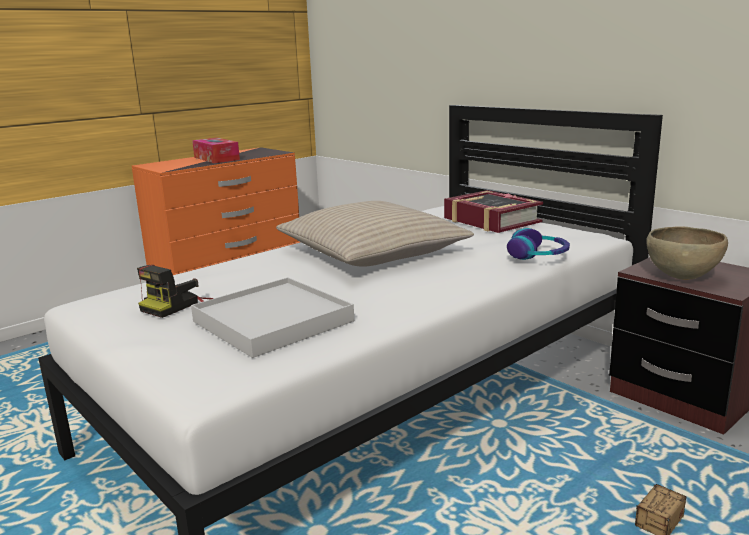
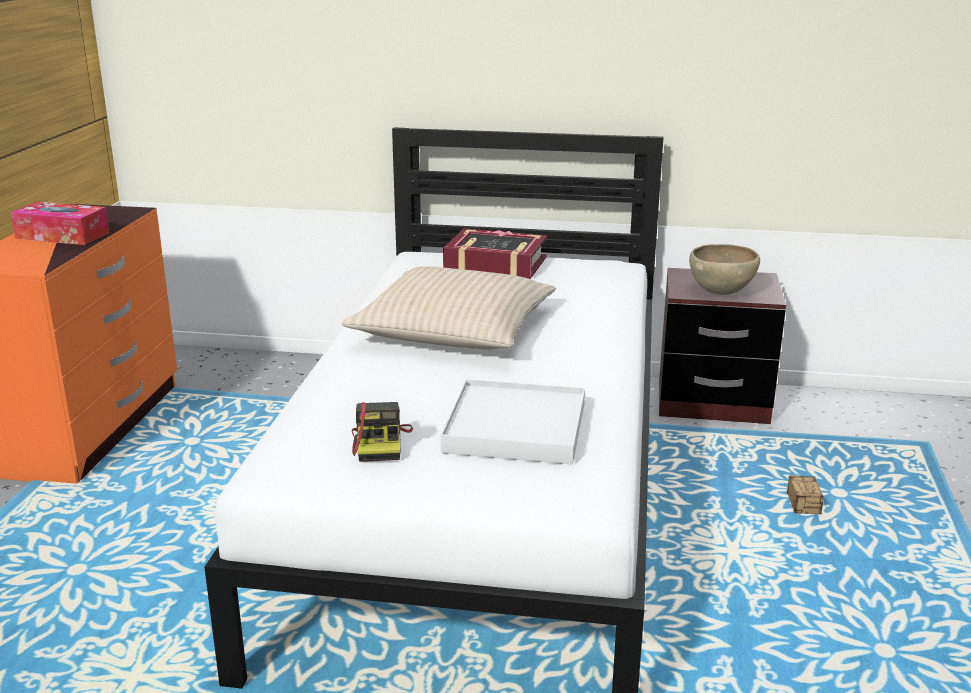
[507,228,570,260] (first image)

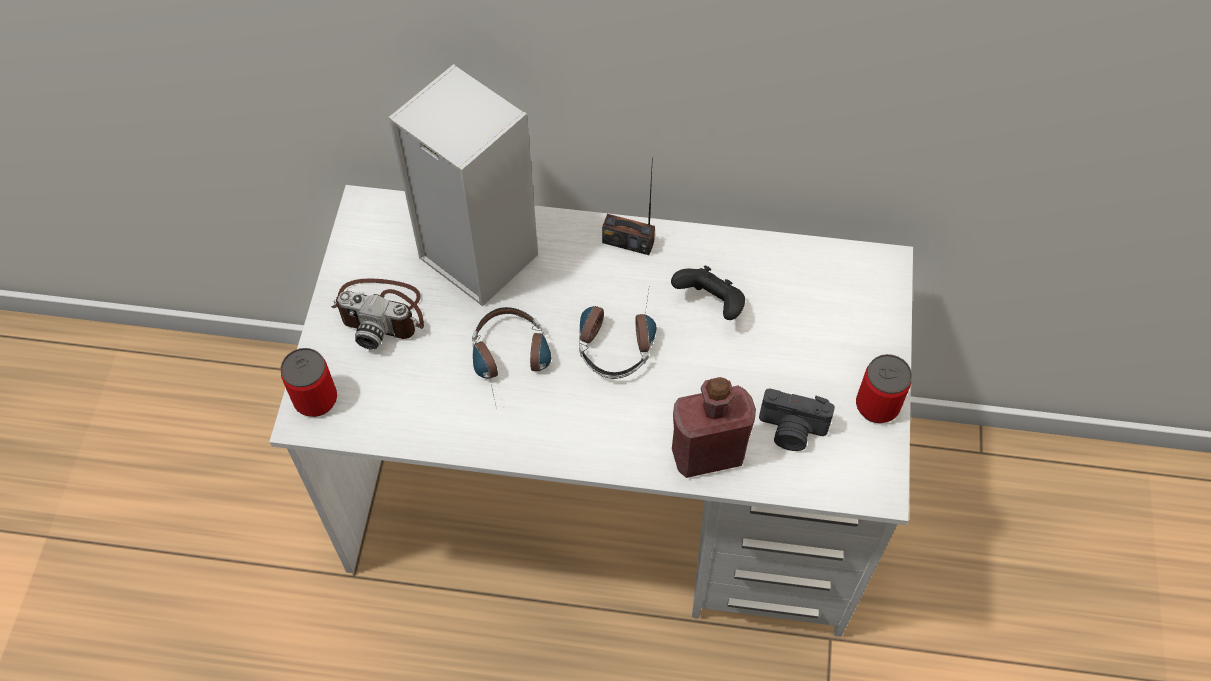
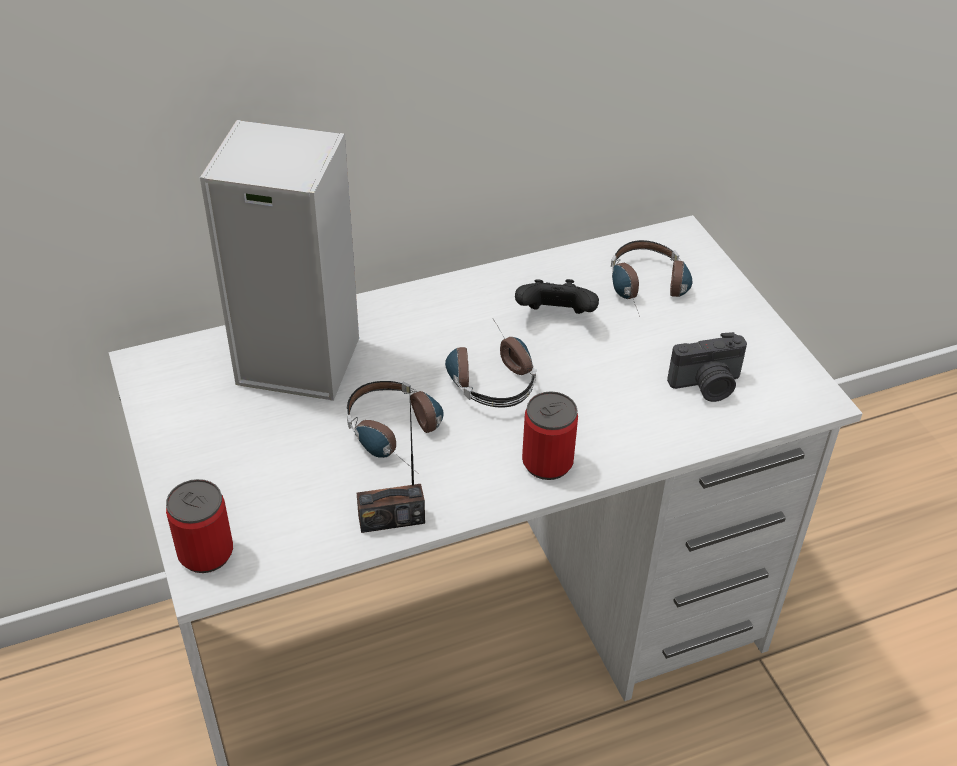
[331,278,424,350] (first image)
[357,386,425,533]
[672,377,756,478] (first image)
[522,391,578,480]
[611,240,692,317]

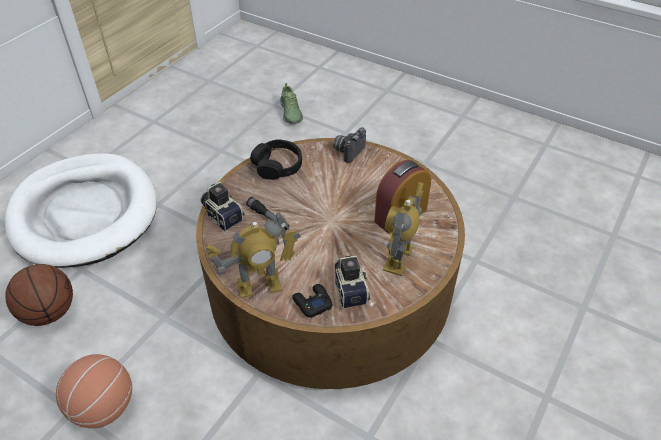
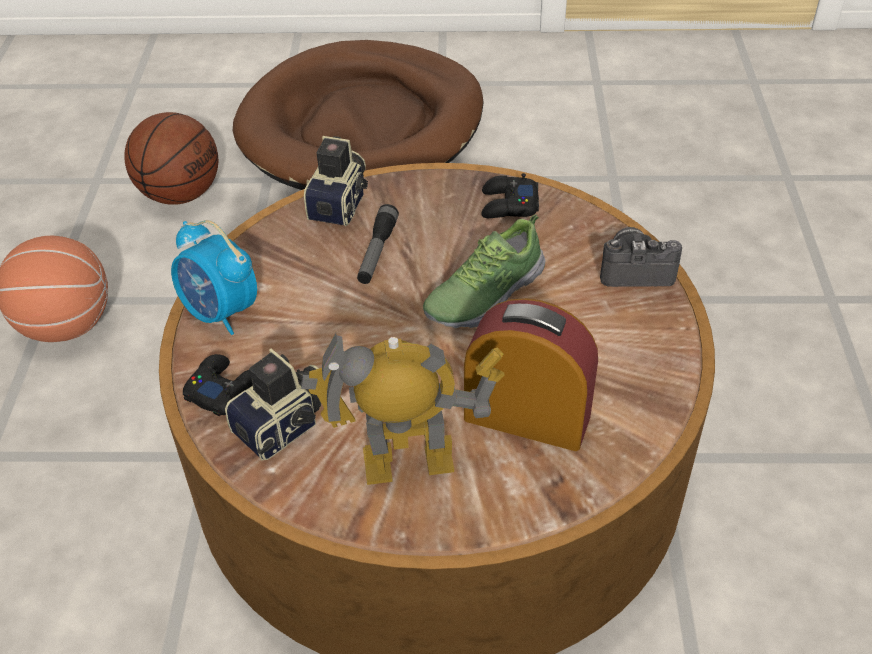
[233,40,484,190]
[171,220,257,335]
[481,173,539,218]
[423,214,545,328]

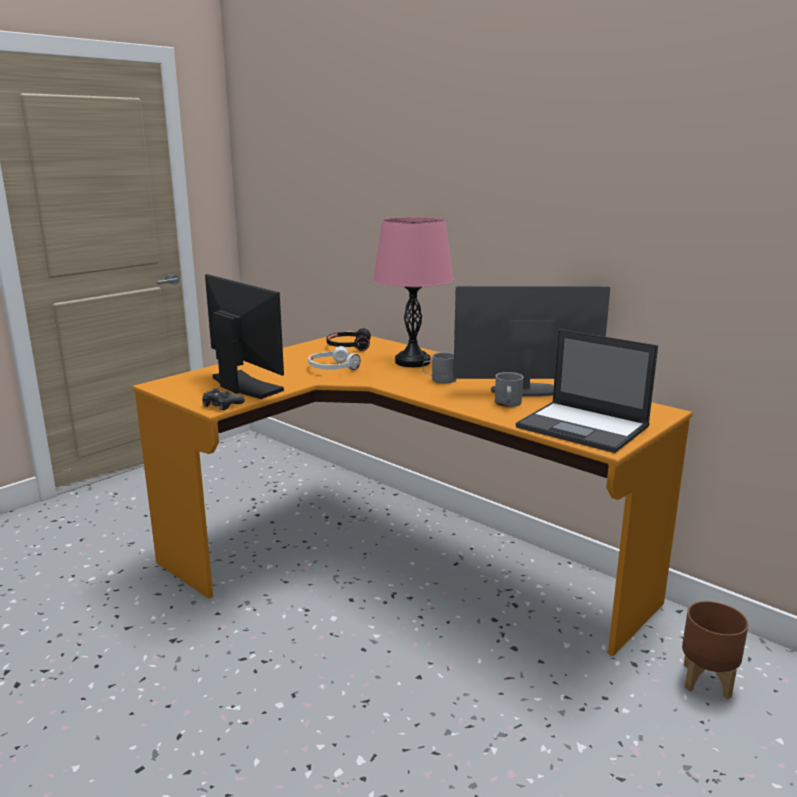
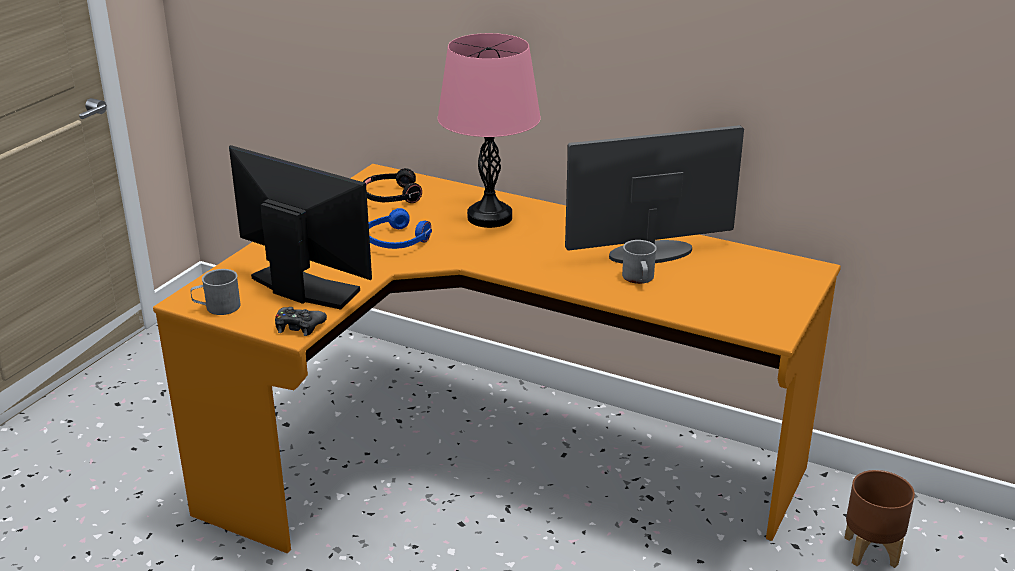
[369,208,432,249]
[191,269,240,315]
[516,329,658,453] (first image)

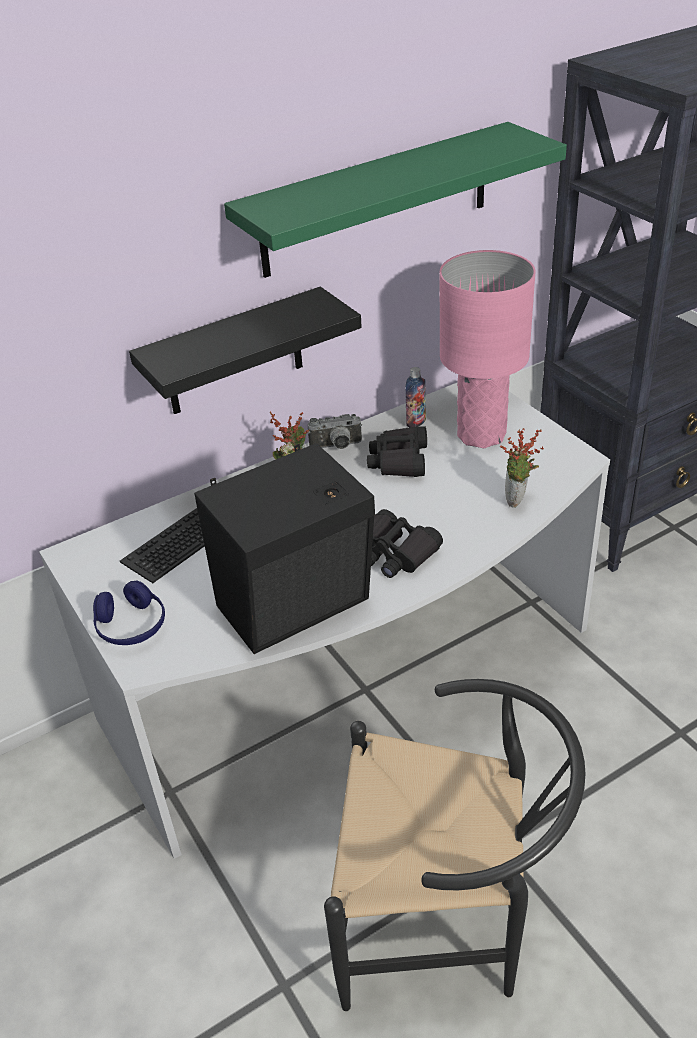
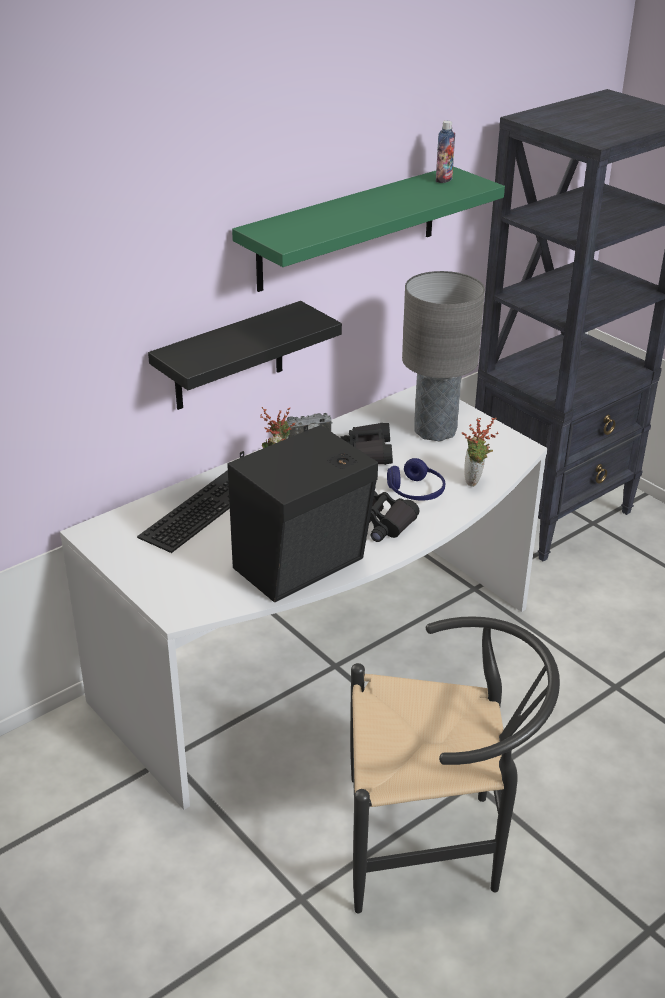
[387,458,445,500]
[436,121,455,183]
[402,271,485,442]

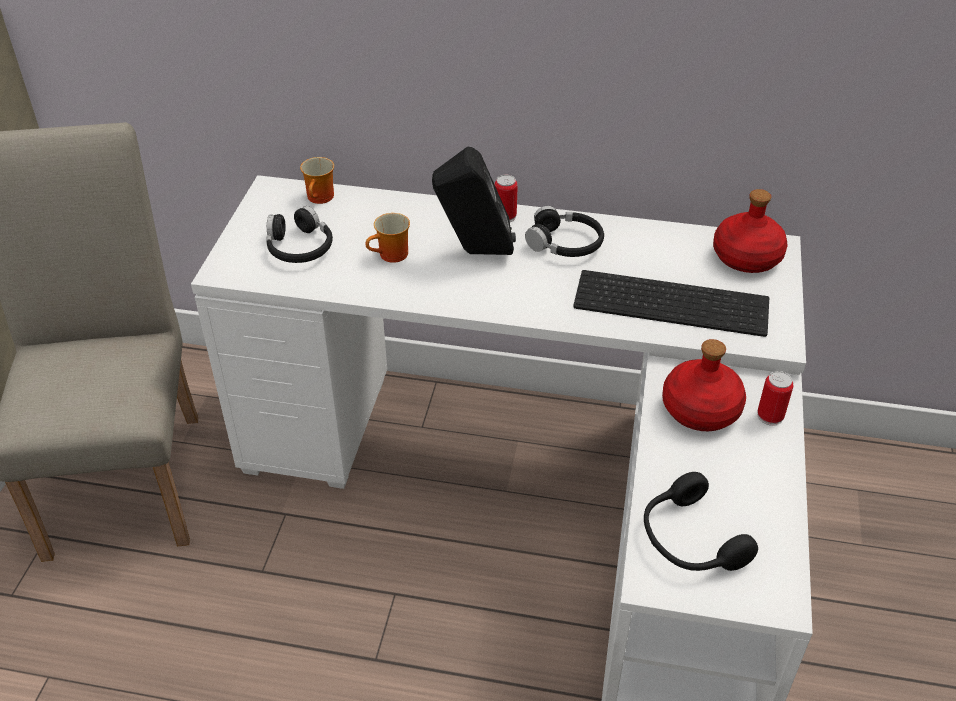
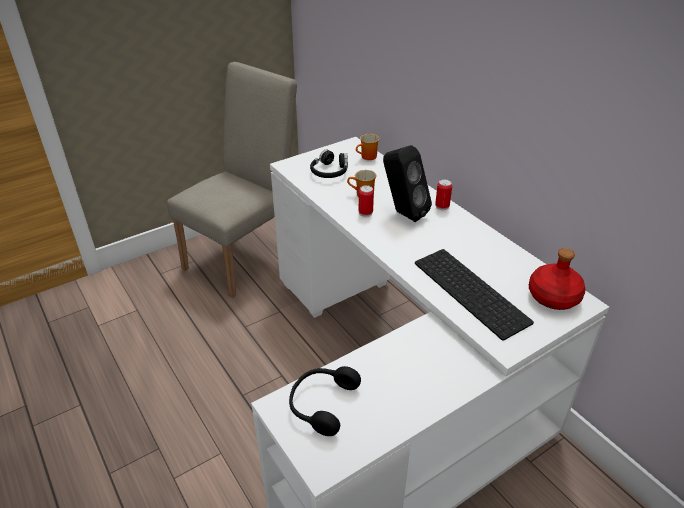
[525,206,604,257] (first image)
[662,339,746,431] (first image)
[358,185,374,217]

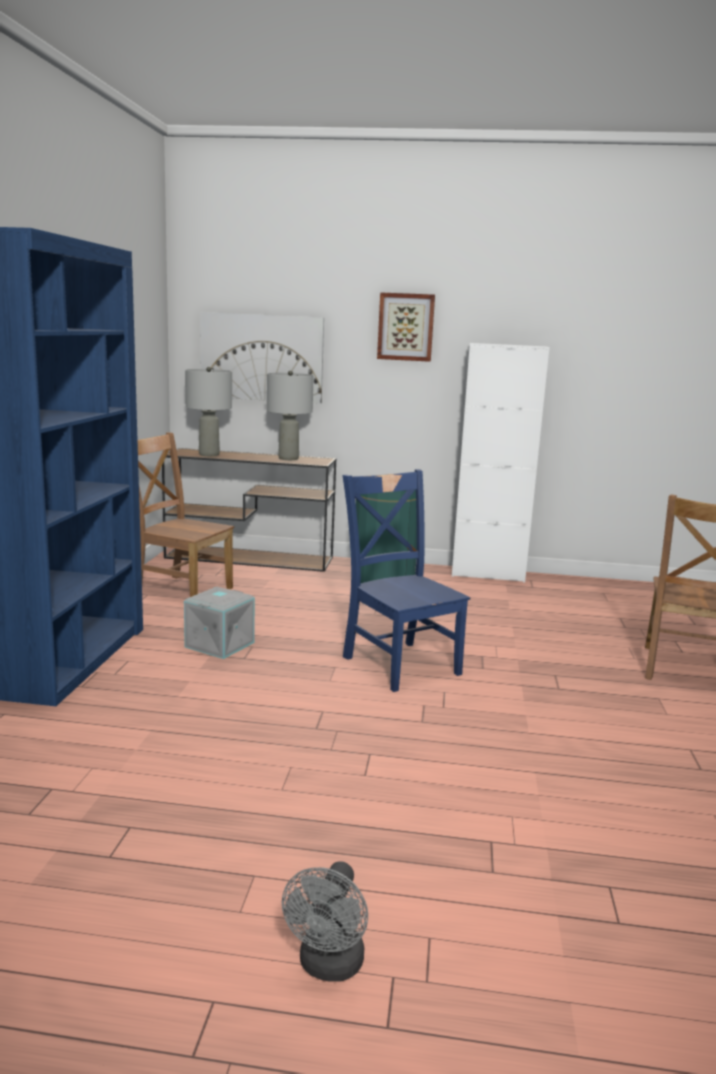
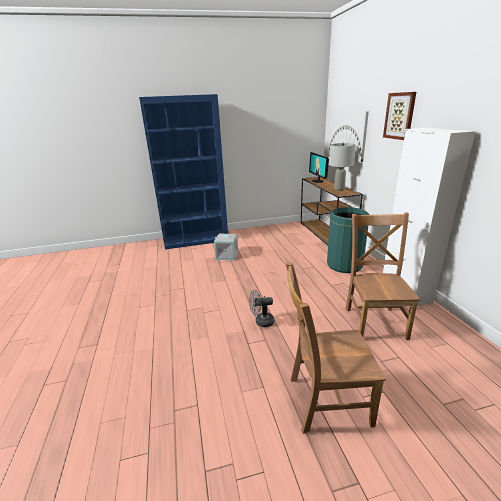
[346,212,420,340]
[309,152,329,183]
[249,290,274,327]
[343,469,470,692] (first image)

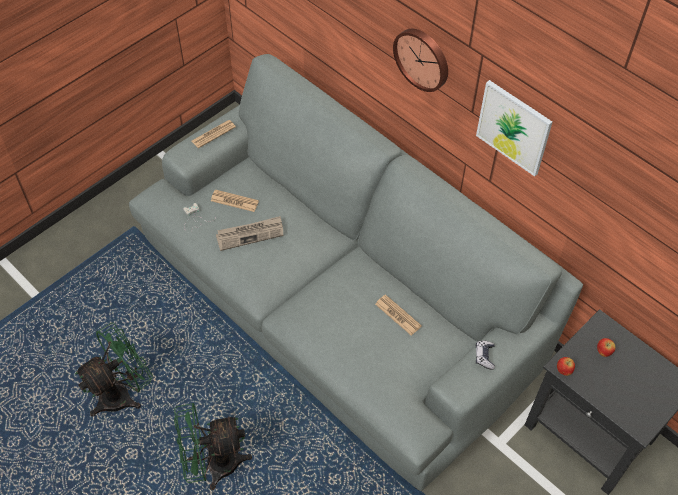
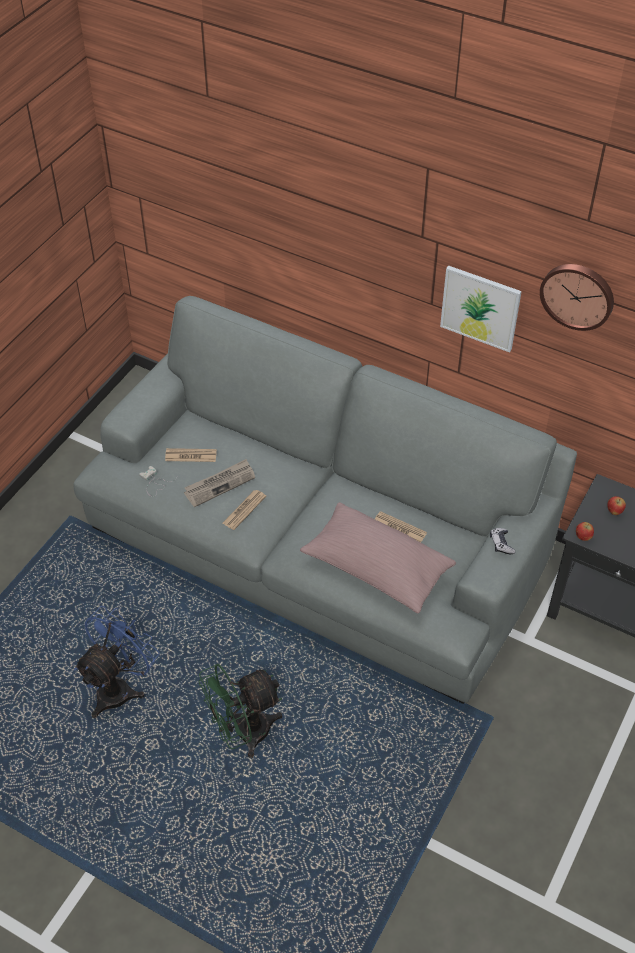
[74,606,159,718]
[222,490,266,530]
[540,264,614,331]
[300,502,456,613]

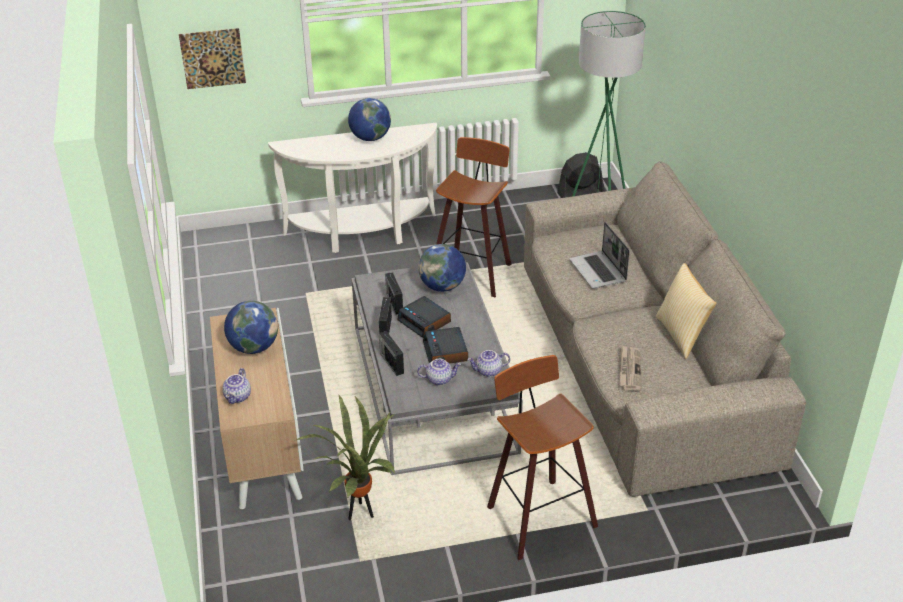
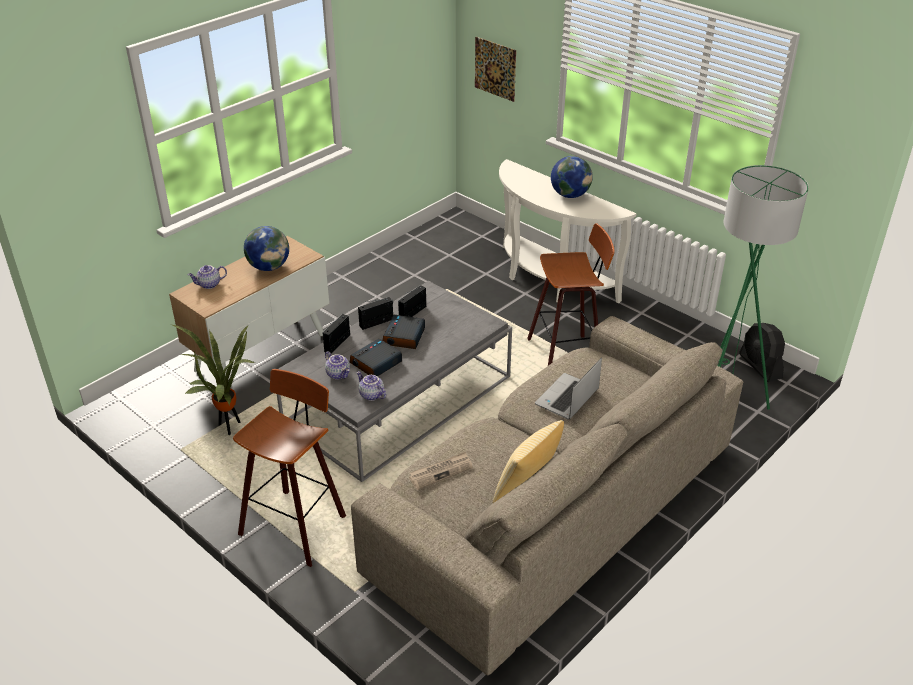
[418,244,466,292] (first image)
[739,323,785,382]

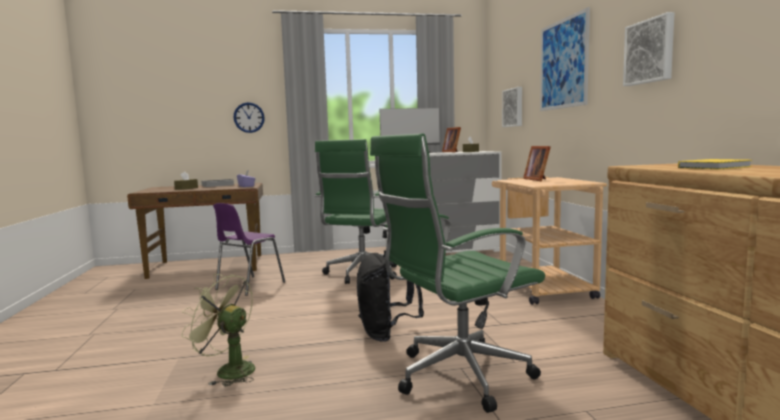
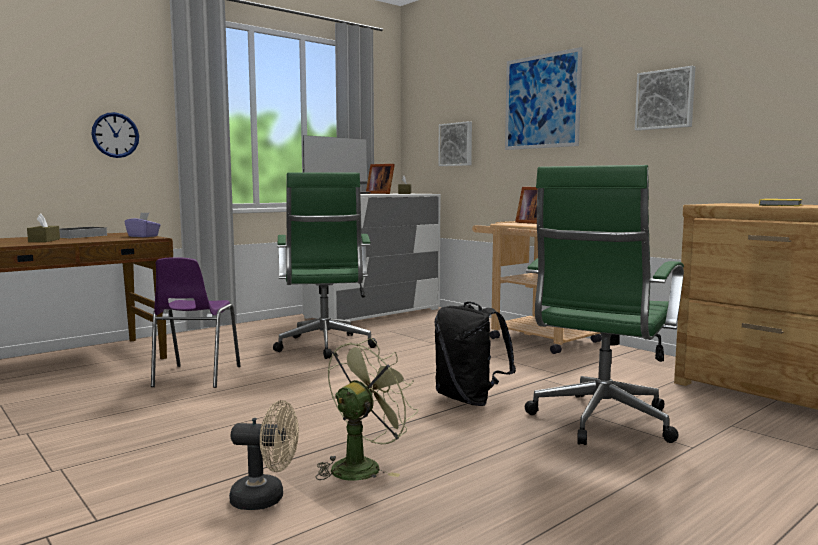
[316,338,418,481]
[229,400,299,510]

